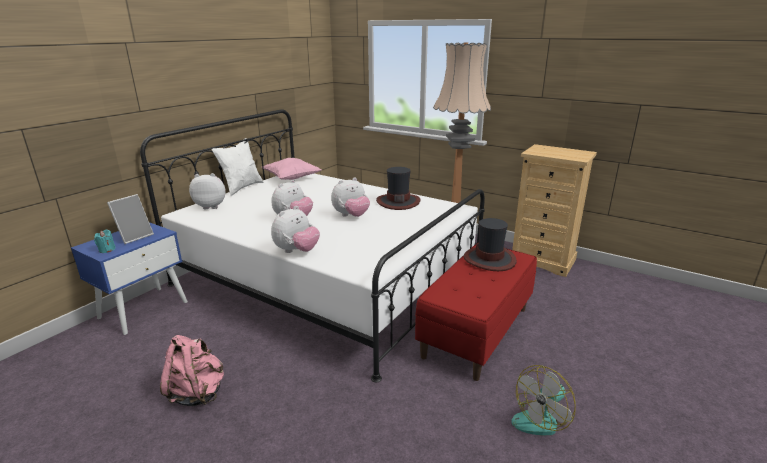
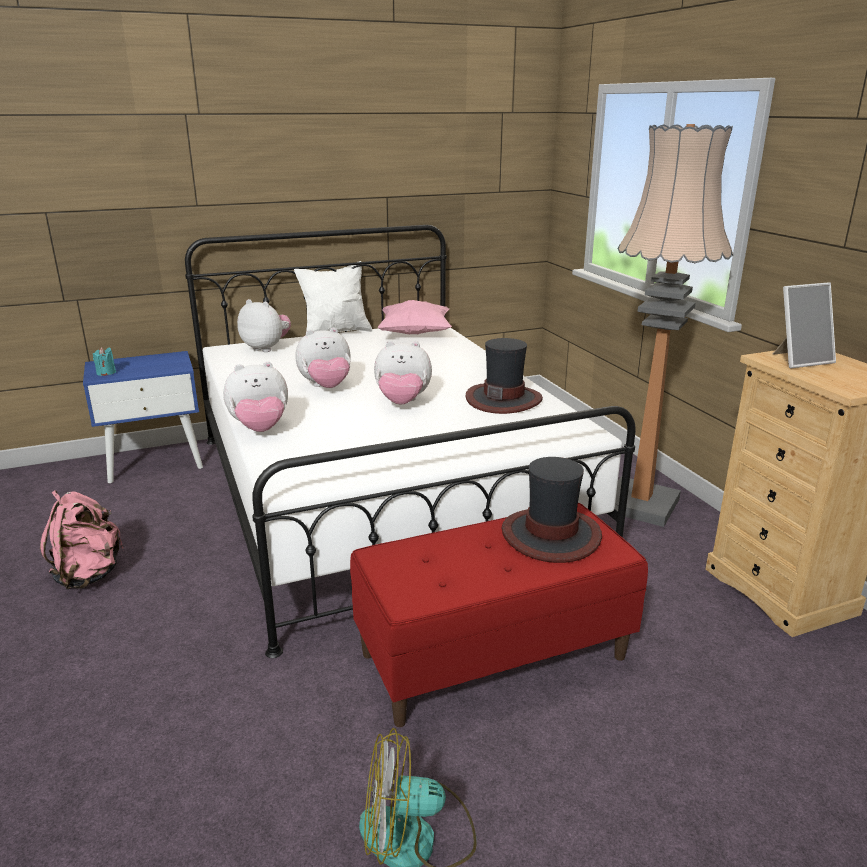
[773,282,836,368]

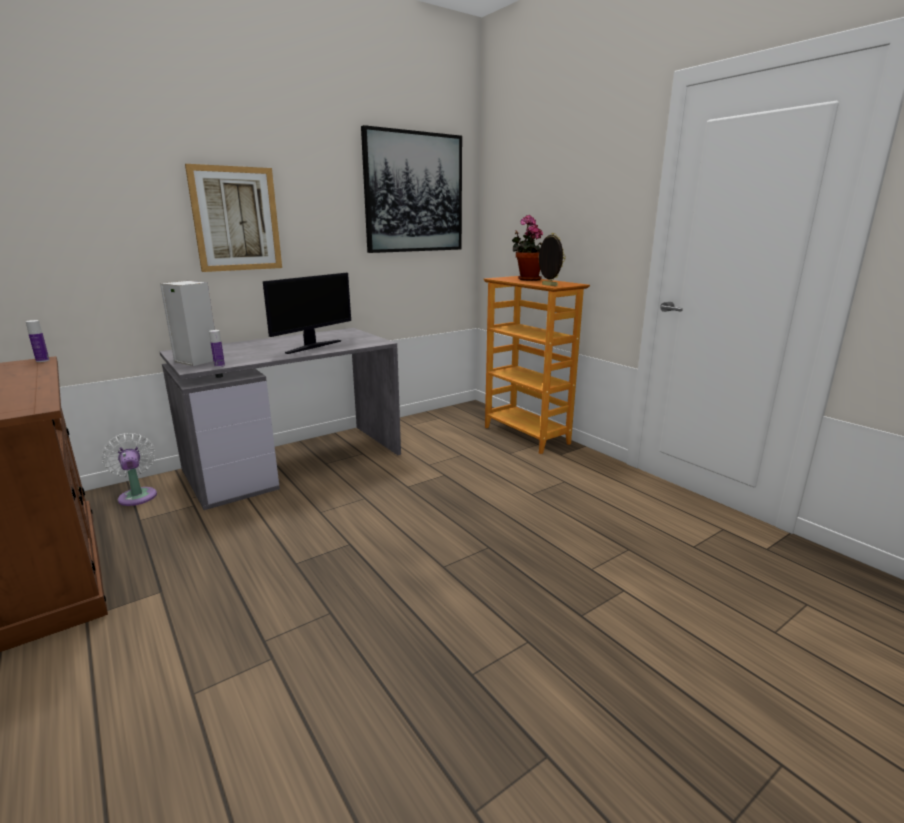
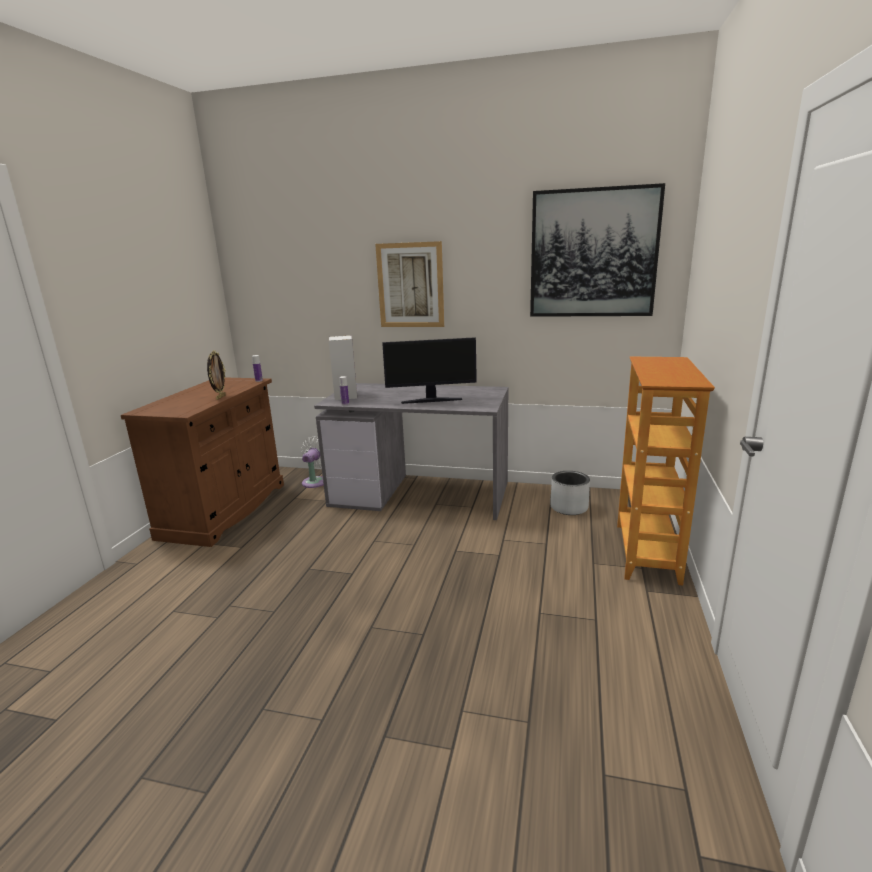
[512,215,543,281] (first image)
[207,350,226,400]
[550,471,590,515]

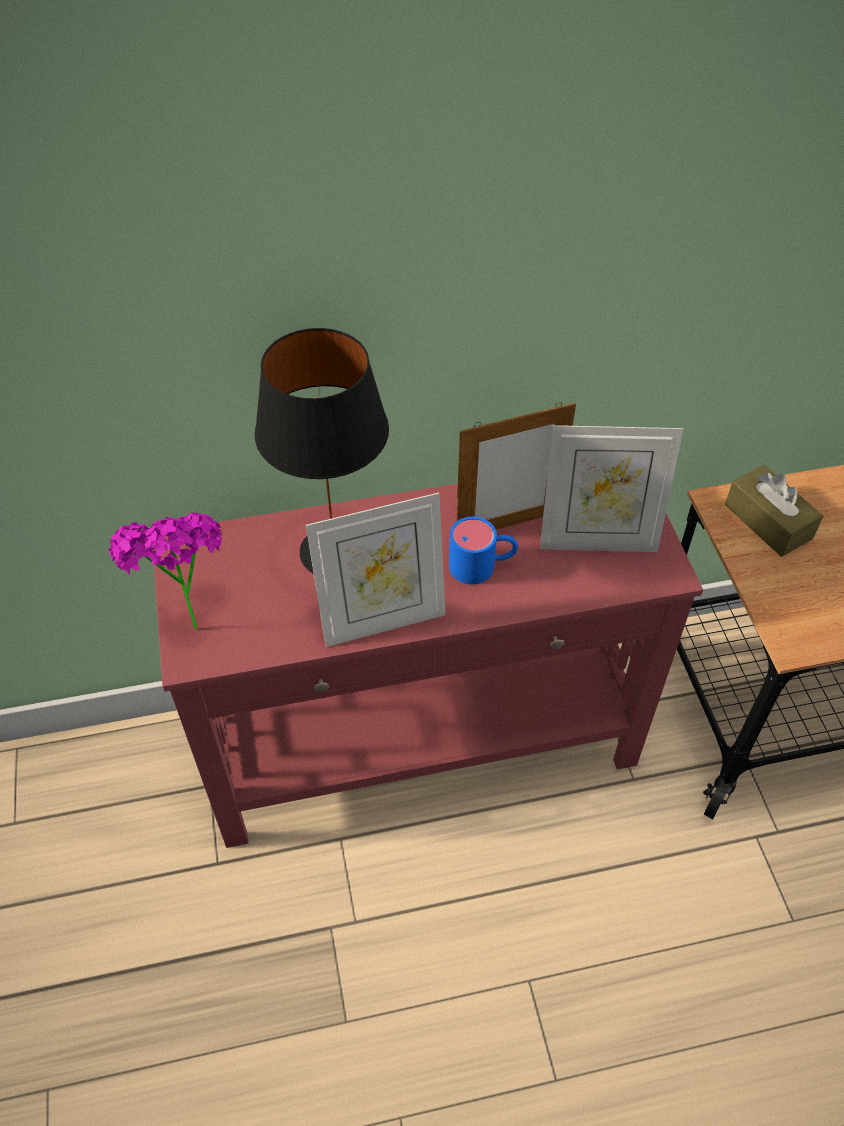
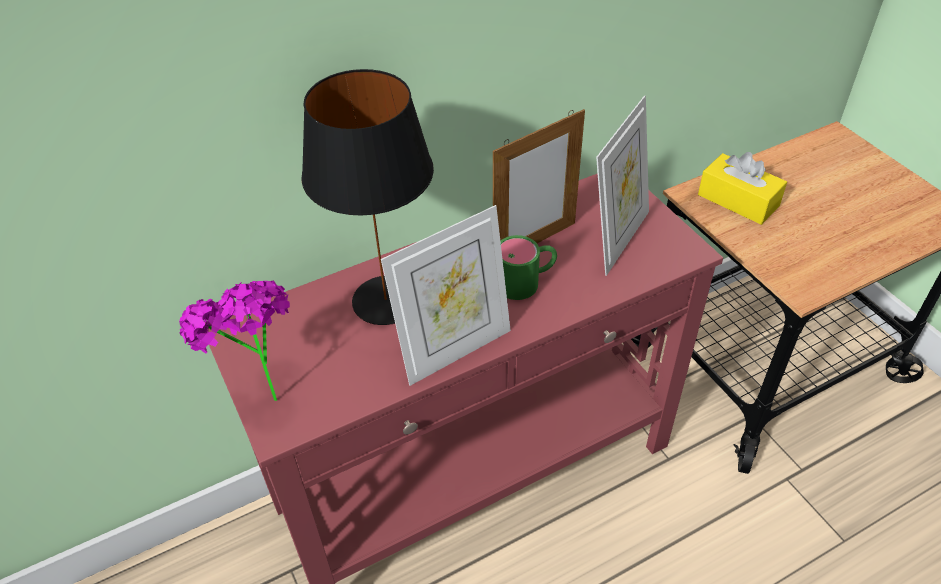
[500,235,557,300]
[596,95,649,276]
[698,152,787,225]

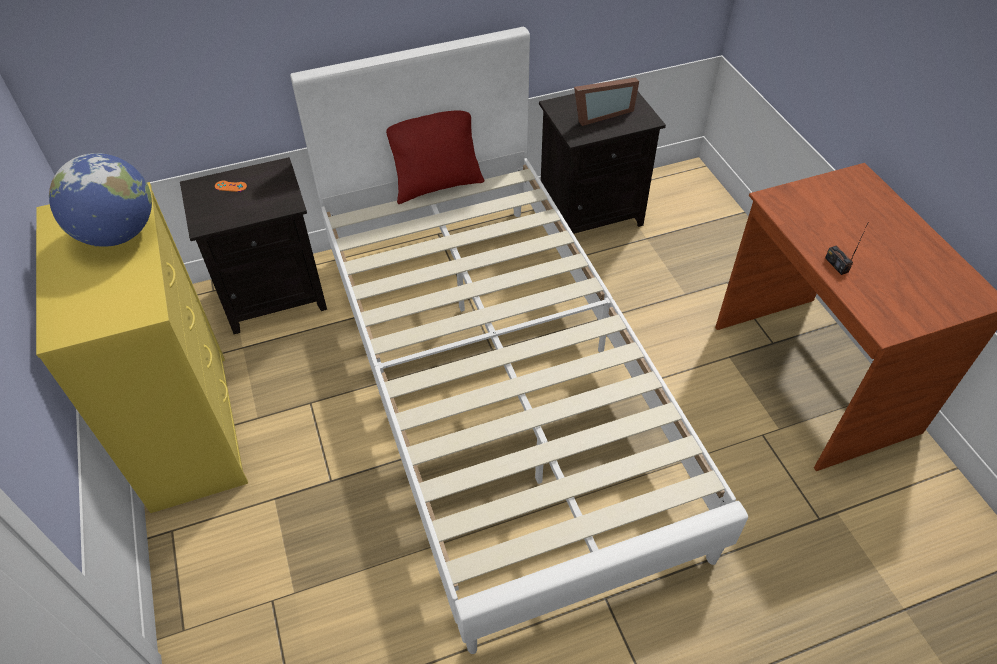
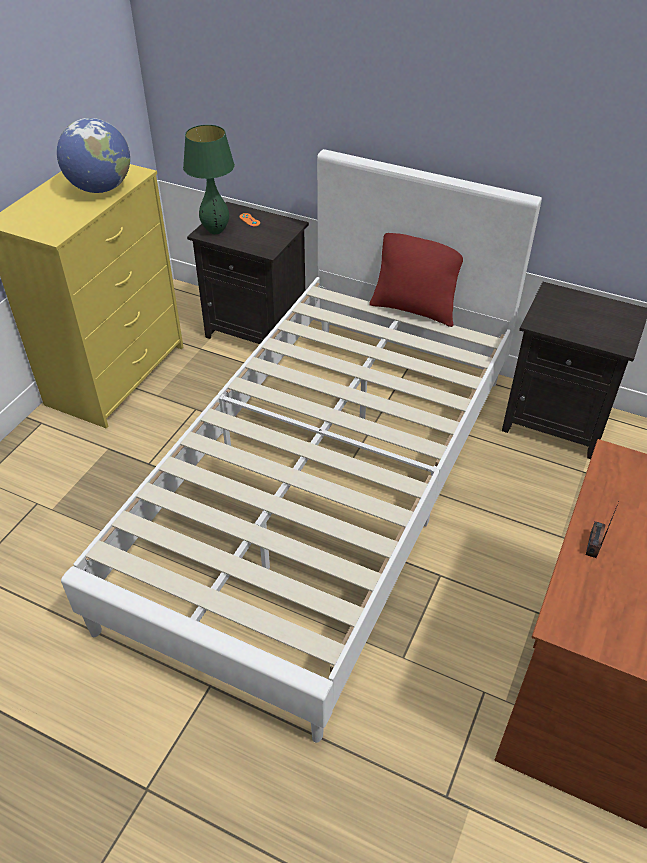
[574,77,639,126] (first image)
[183,125,235,234]

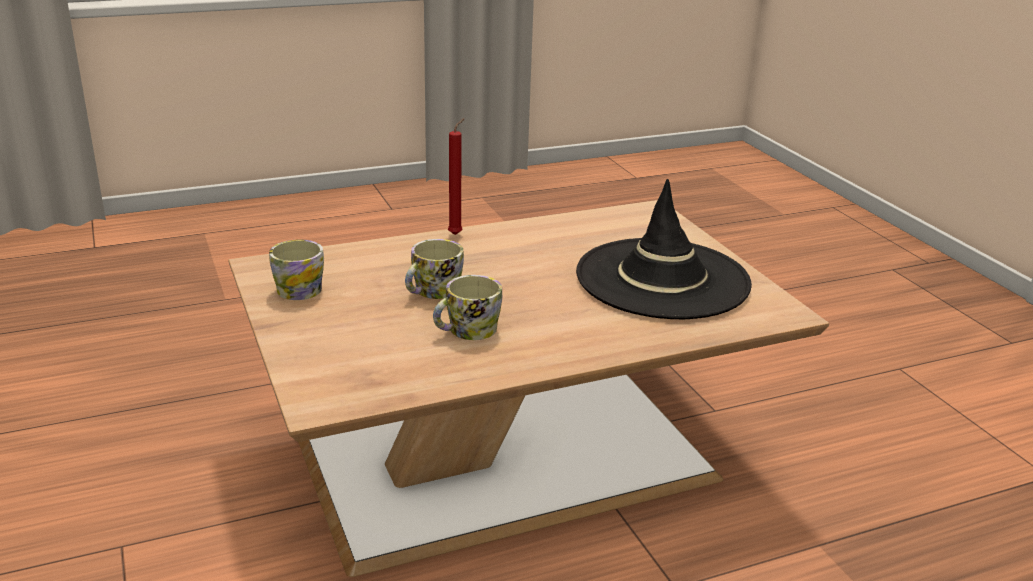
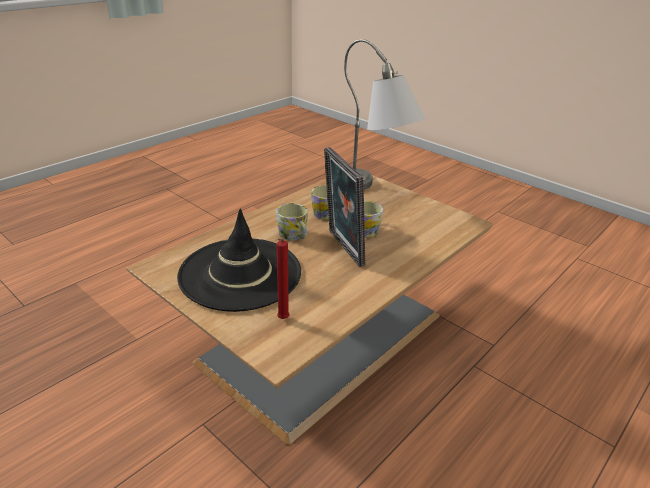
[276,203,308,240]
[277,239,290,319]
[324,147,365,267]
[344,39,425,190]

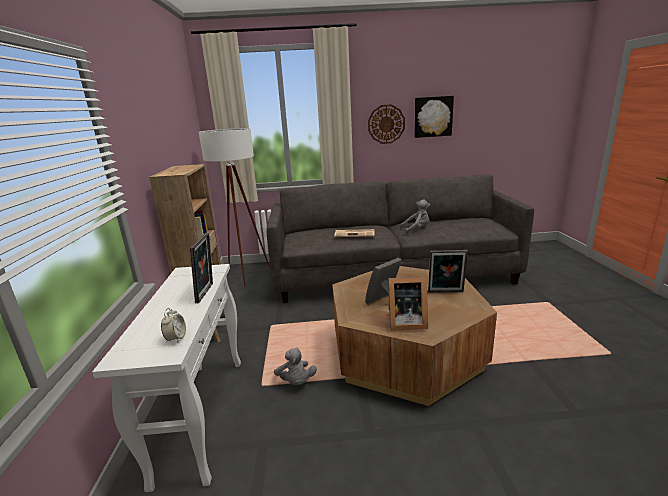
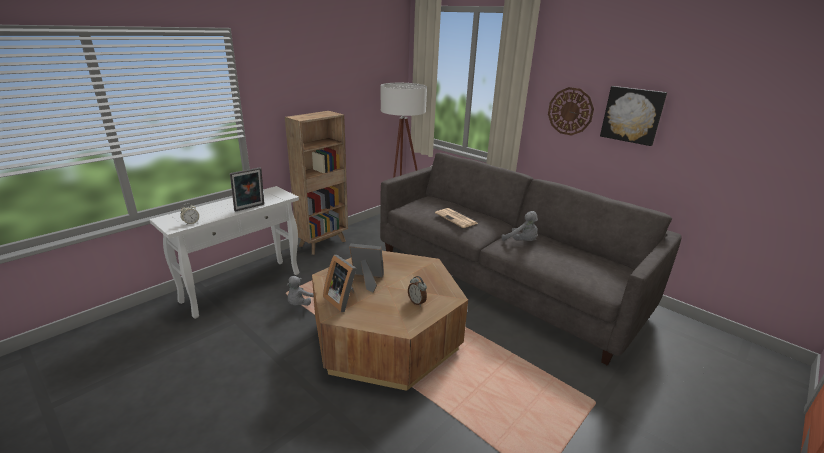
[408,276,427,307]

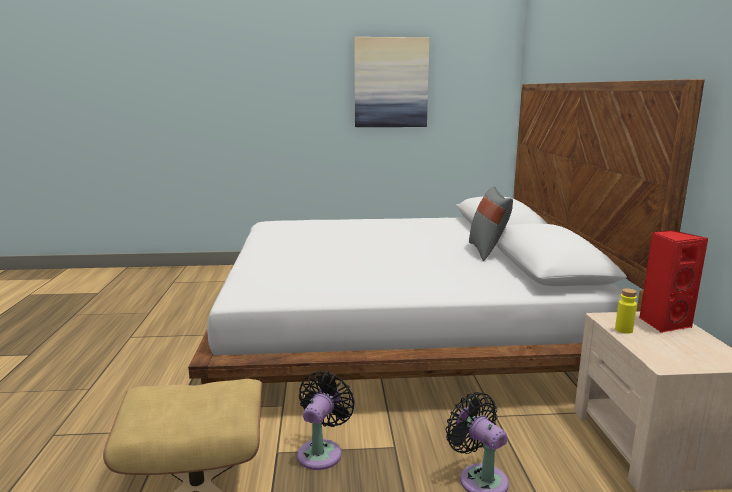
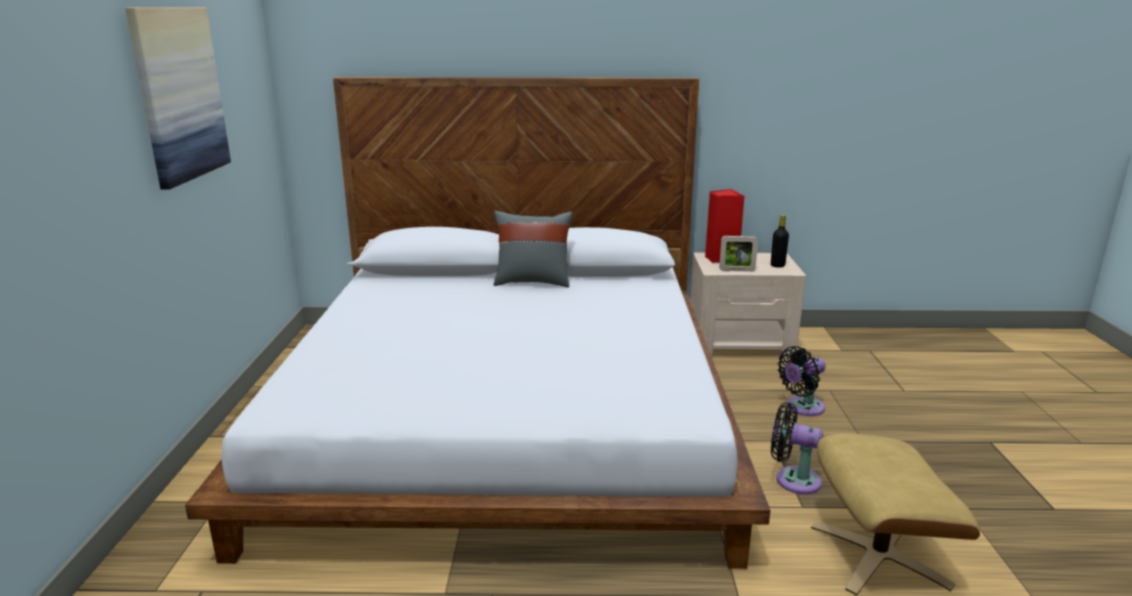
[719,236,758,272]
[771,215,789,268]

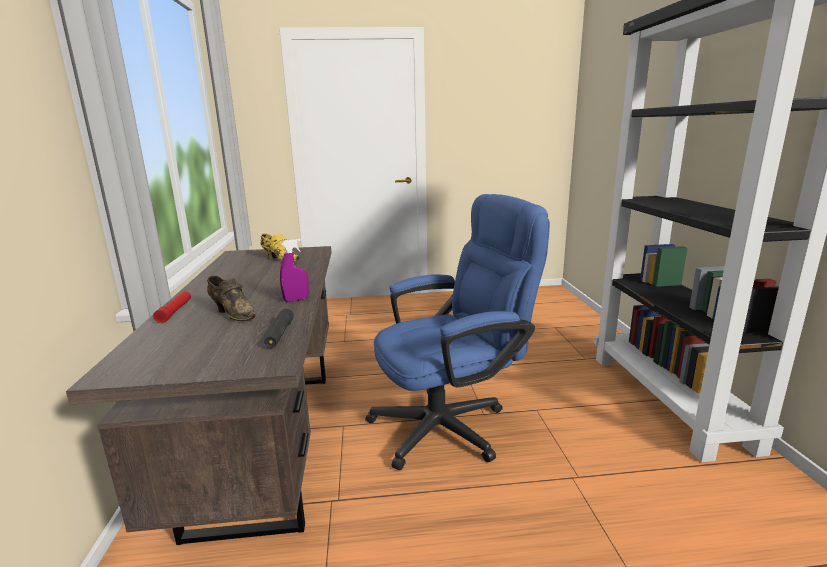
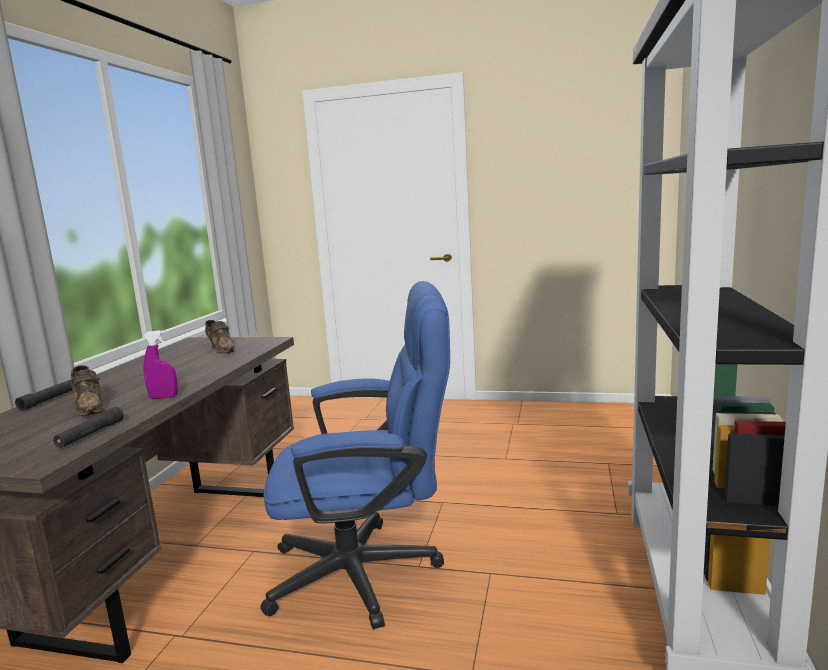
[15,380,72,411]
[205,320,235,354]

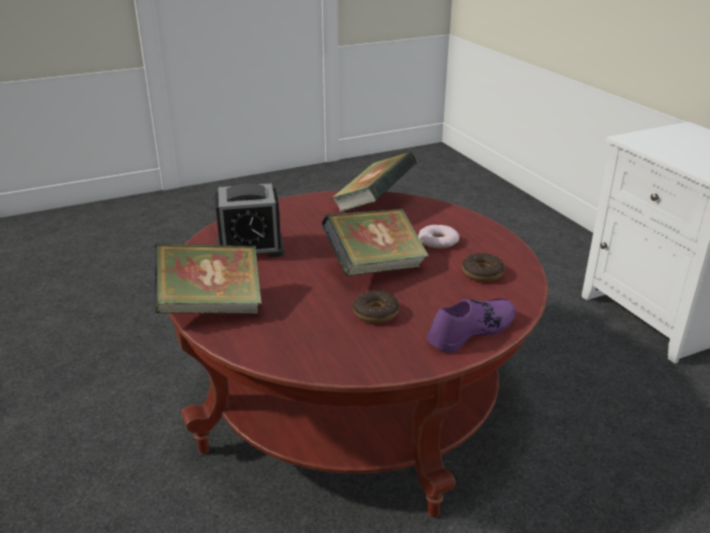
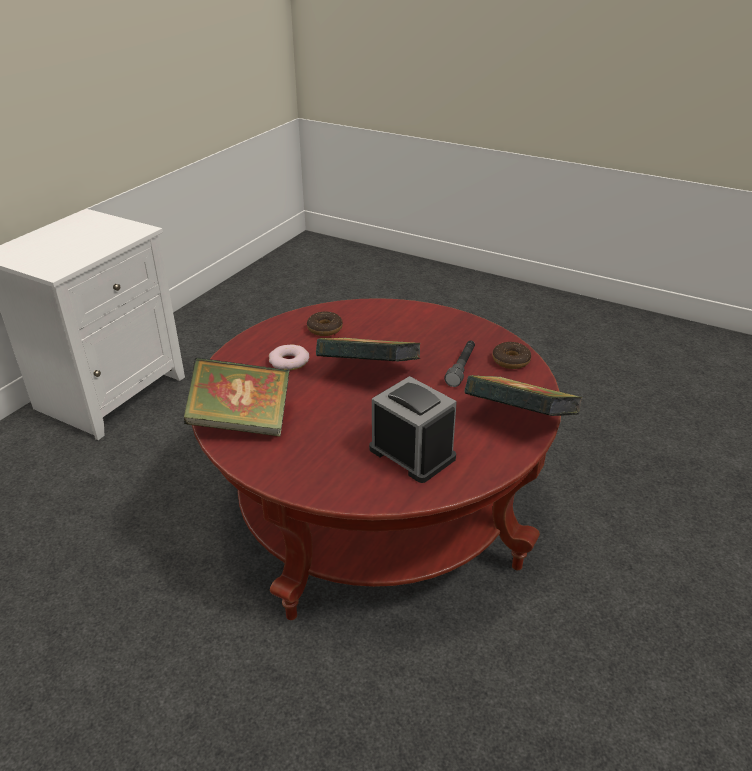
[492,342,531,369]
[427,299,515,353] (first image)
[444,341,475,387]

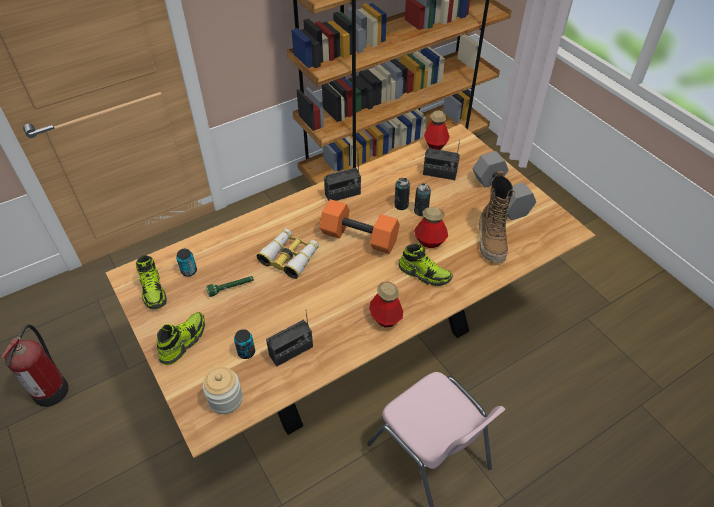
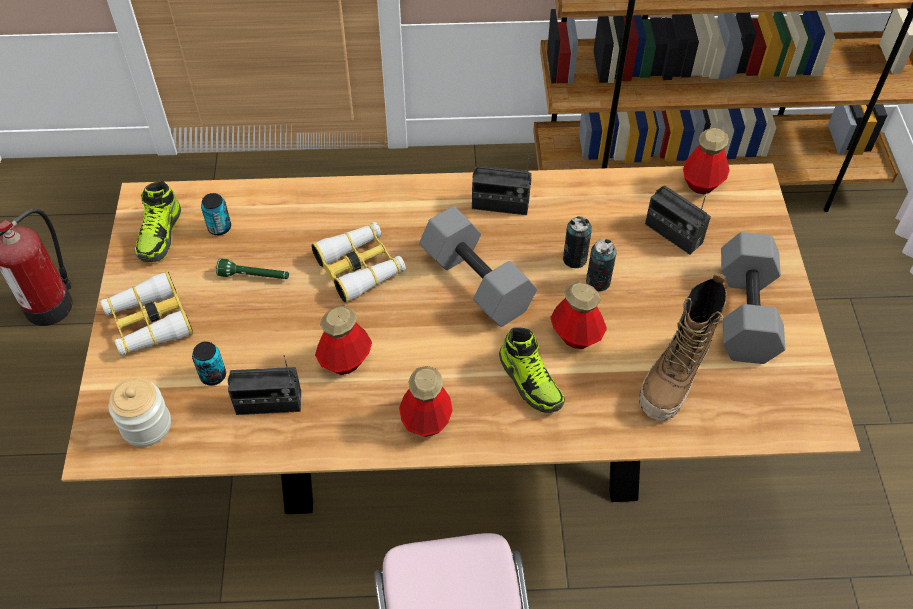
[100,271,193,356]
[419,206,537,327]
[315,306,372,375]

